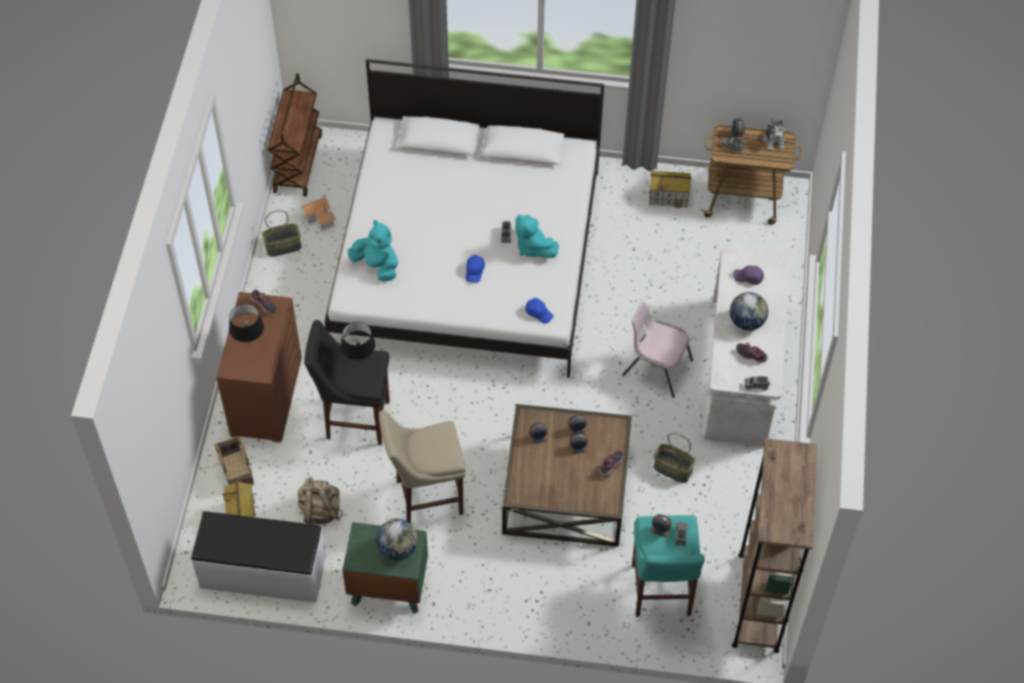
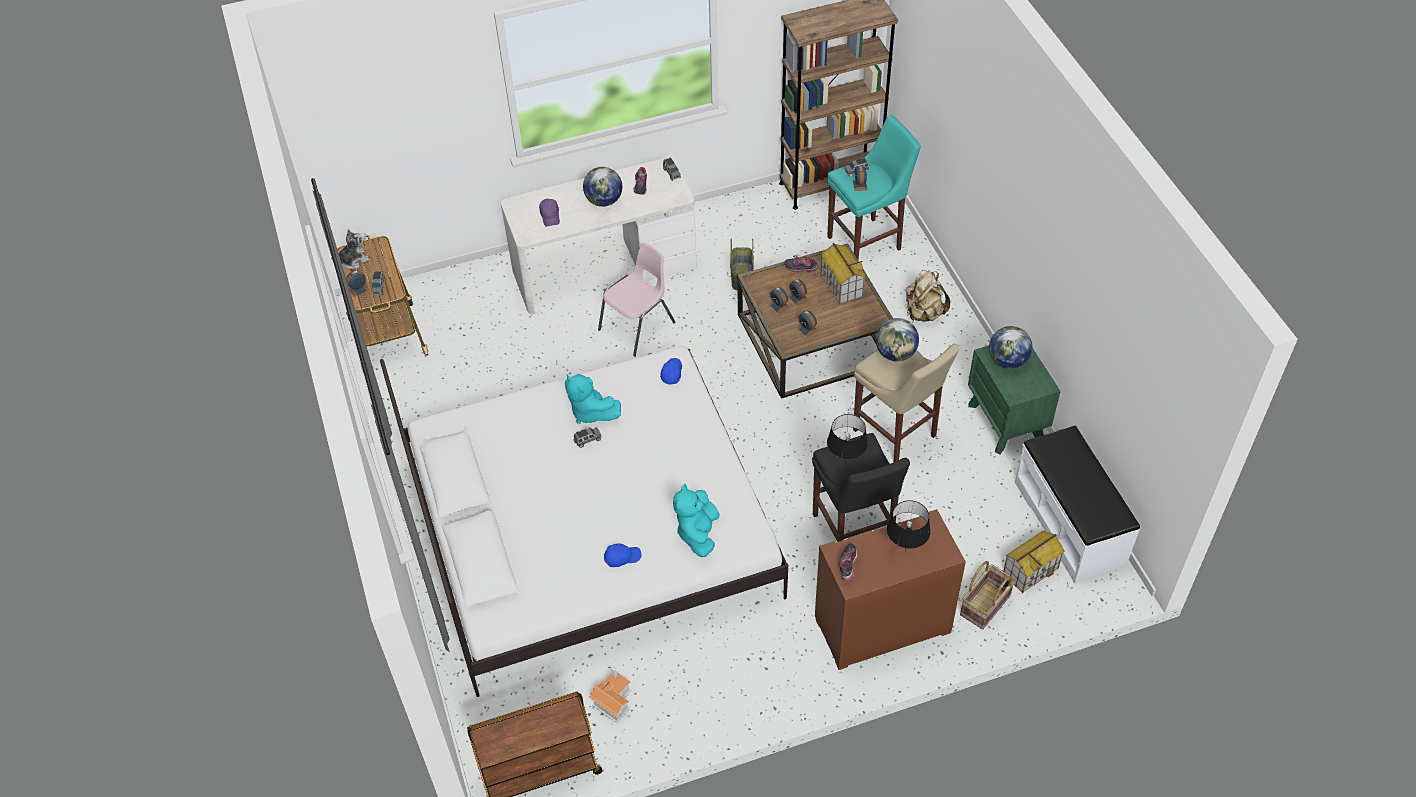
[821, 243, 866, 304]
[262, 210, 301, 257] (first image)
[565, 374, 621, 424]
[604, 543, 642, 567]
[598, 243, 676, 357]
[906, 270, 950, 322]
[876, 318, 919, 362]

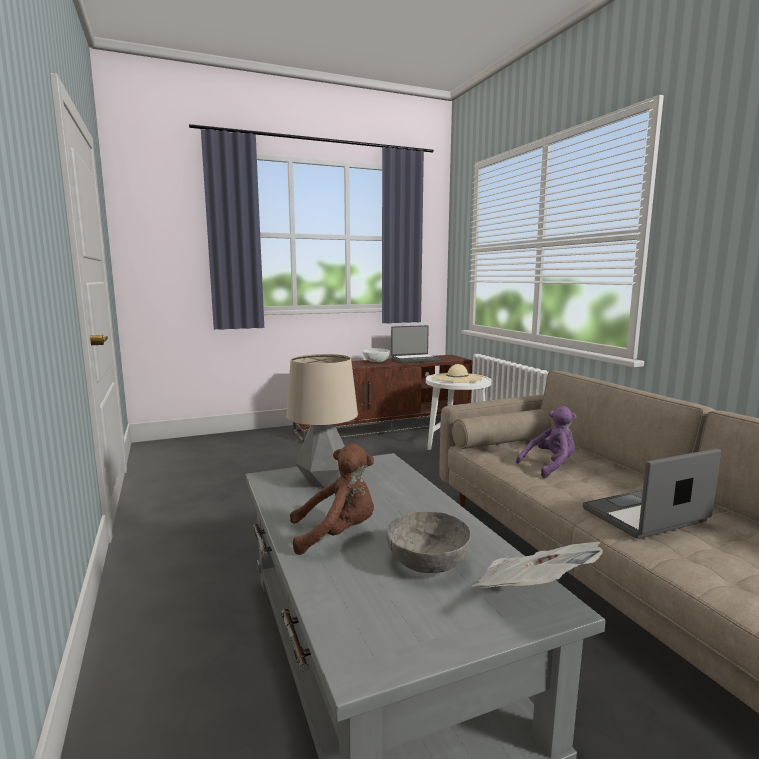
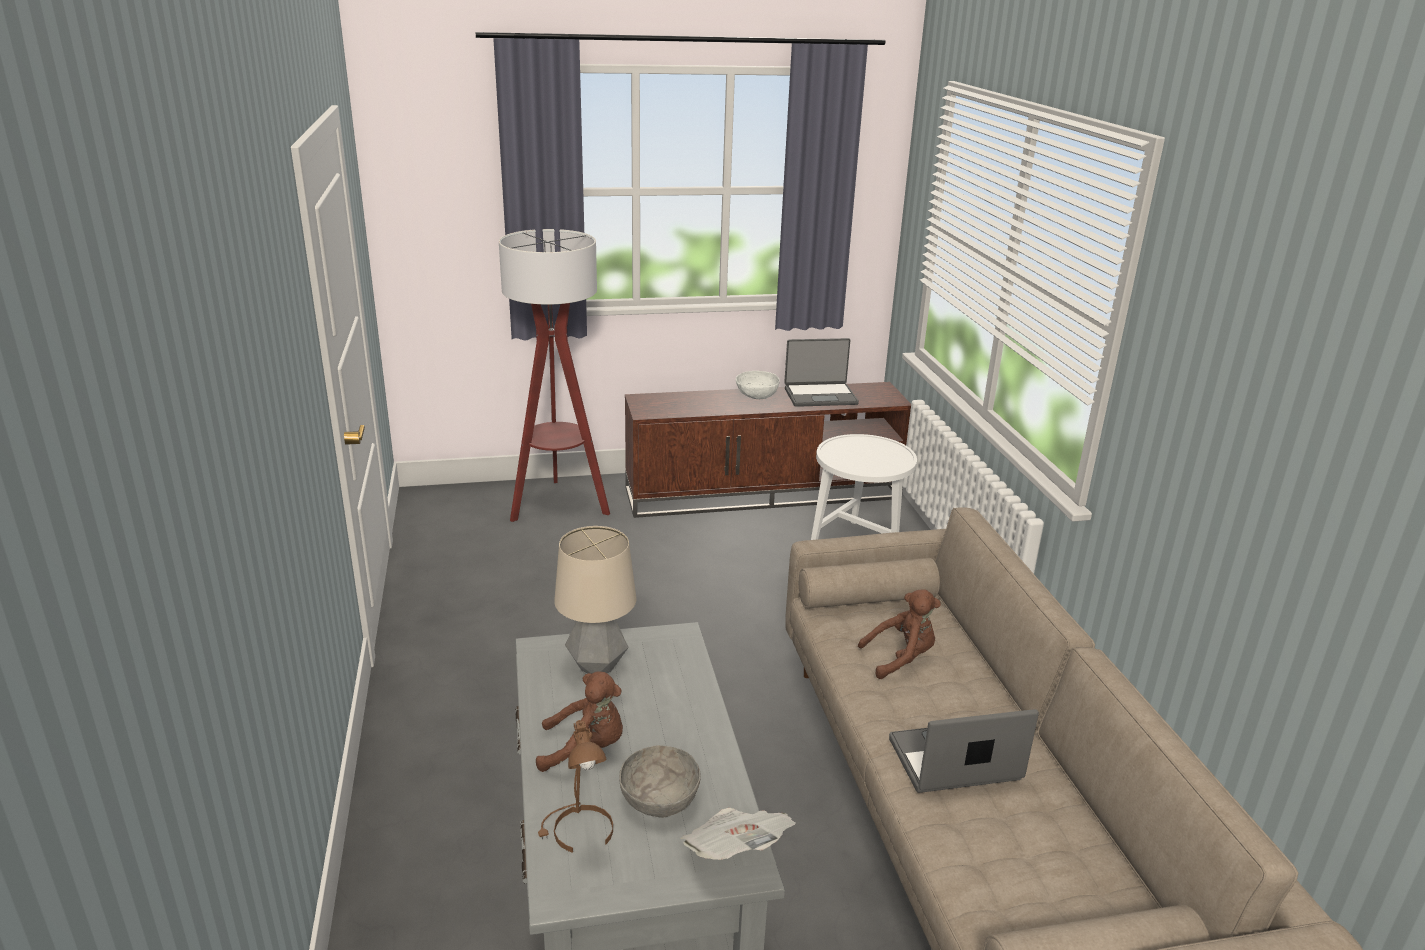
[433, 364, 482, 383] (first image)
[858, 589, 941, 679]
[499, 229, 610, 522]
[538, 720, 613, 853]

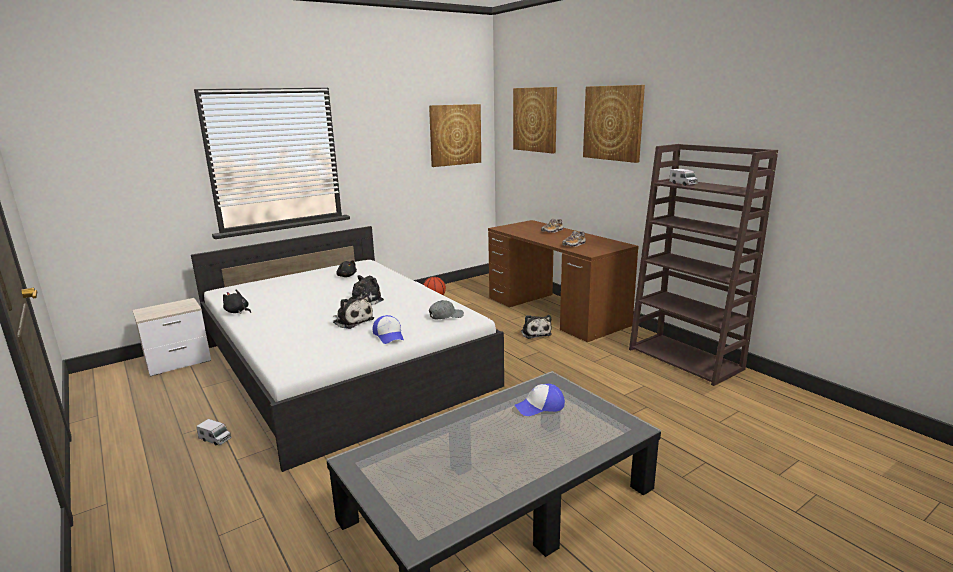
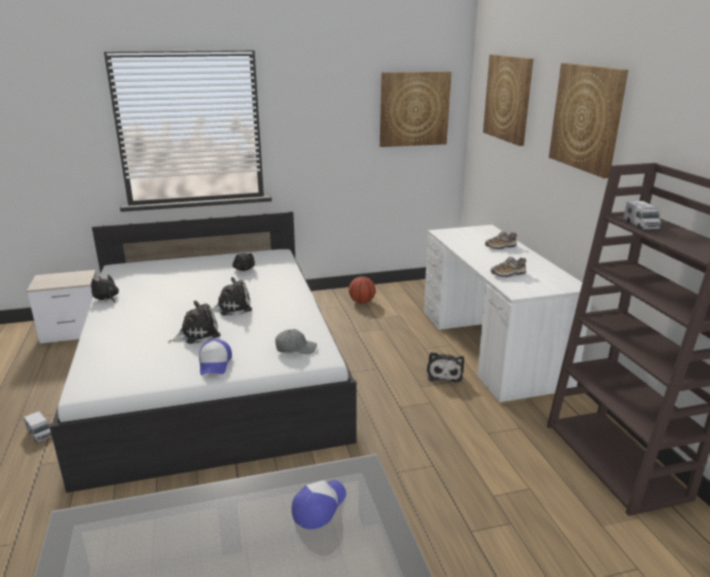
[424, 225, 593, 402]
[168, 301, 220, 344]
[292, 480, 346, 529]

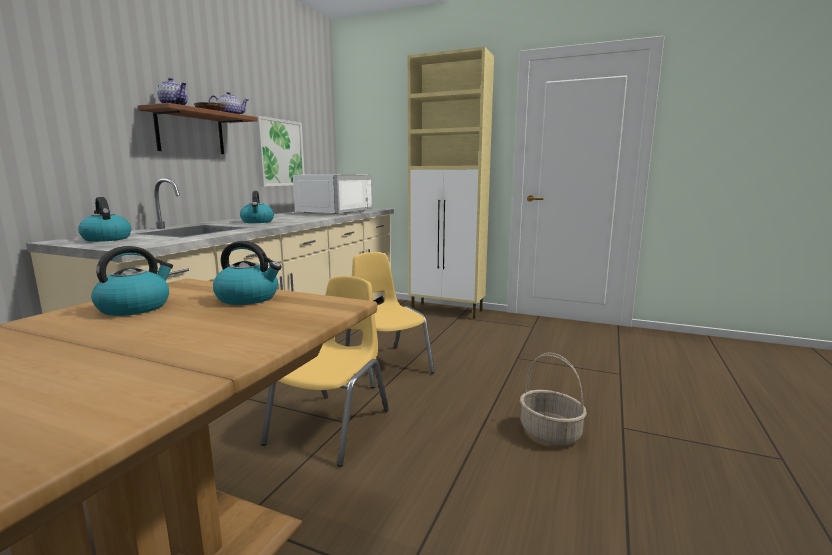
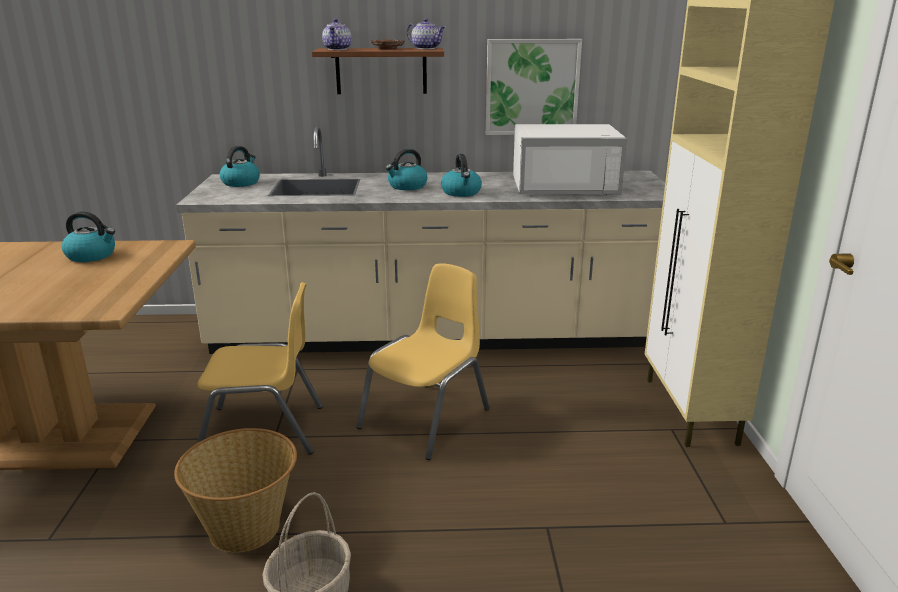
[441, 154, 482, 197]
[174, 428, 297, 553]

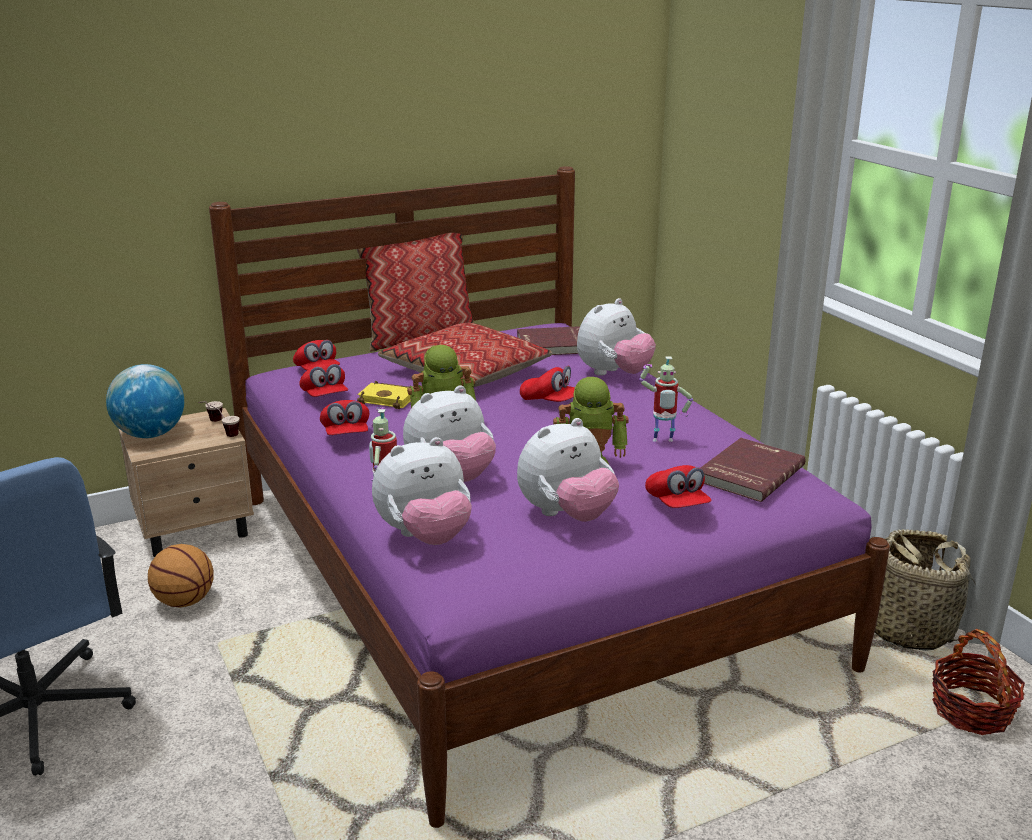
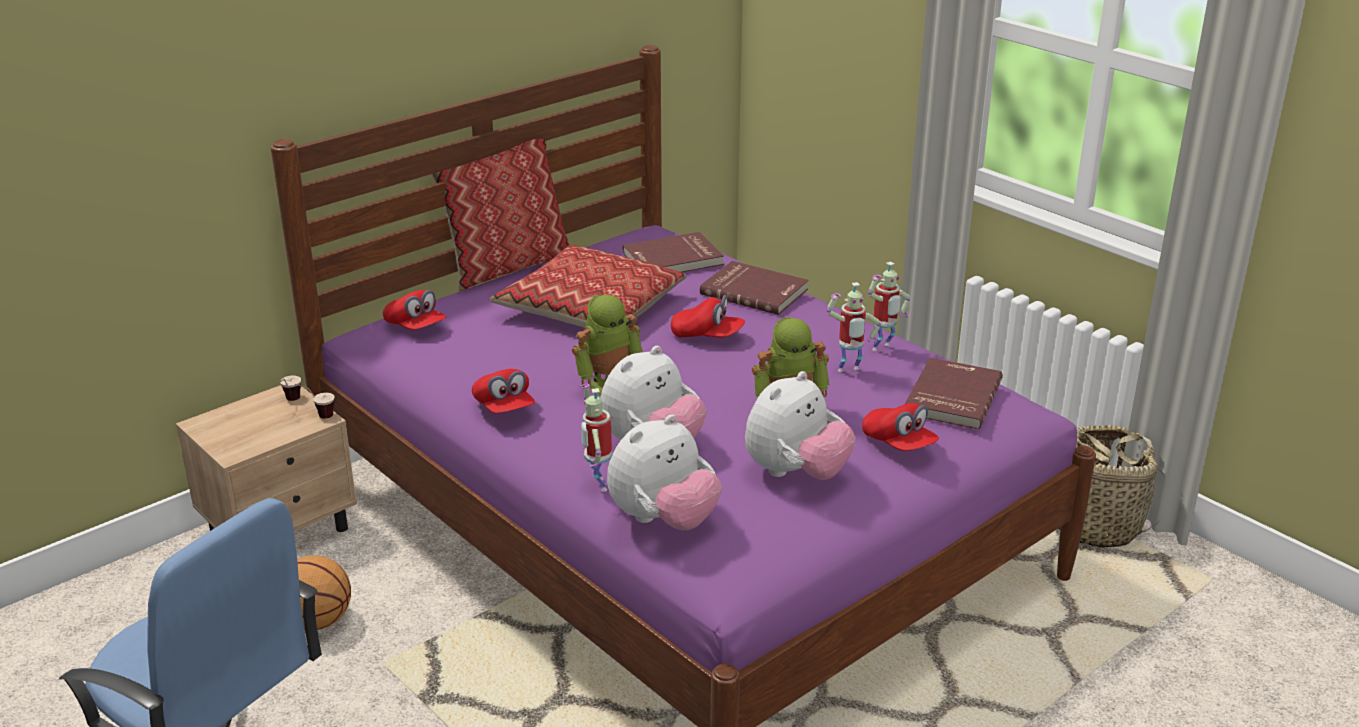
[700, 261, 809, 315]
[106, 364, 184, 438] (first image)
[299, 364, 348, 397] (first image)
[357, 381, 411, 409] (first image)
[932, 629, 1025, 735] (first image)
[868, 261, 910, 351]

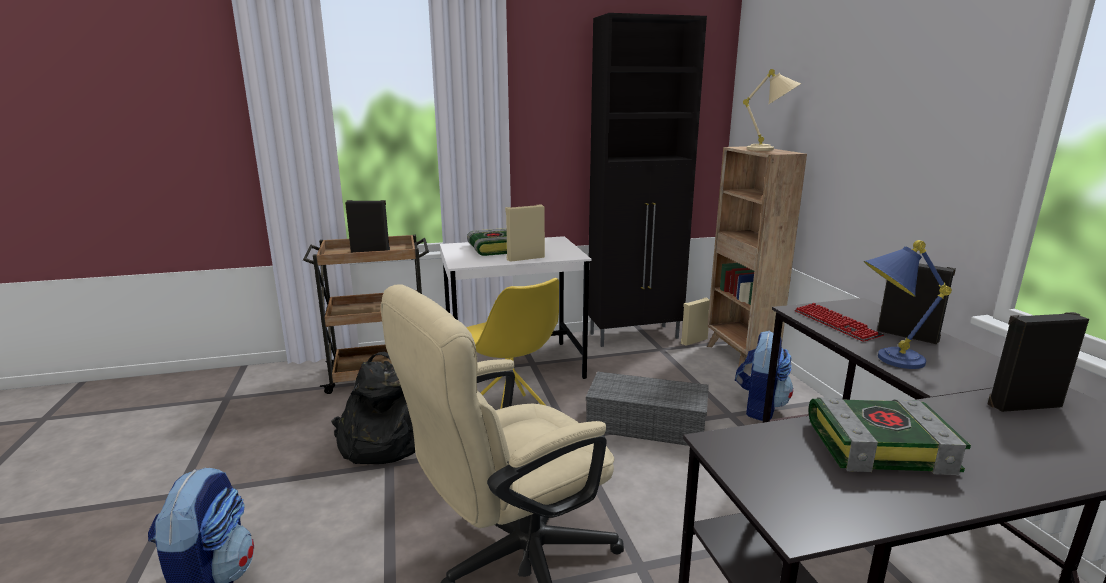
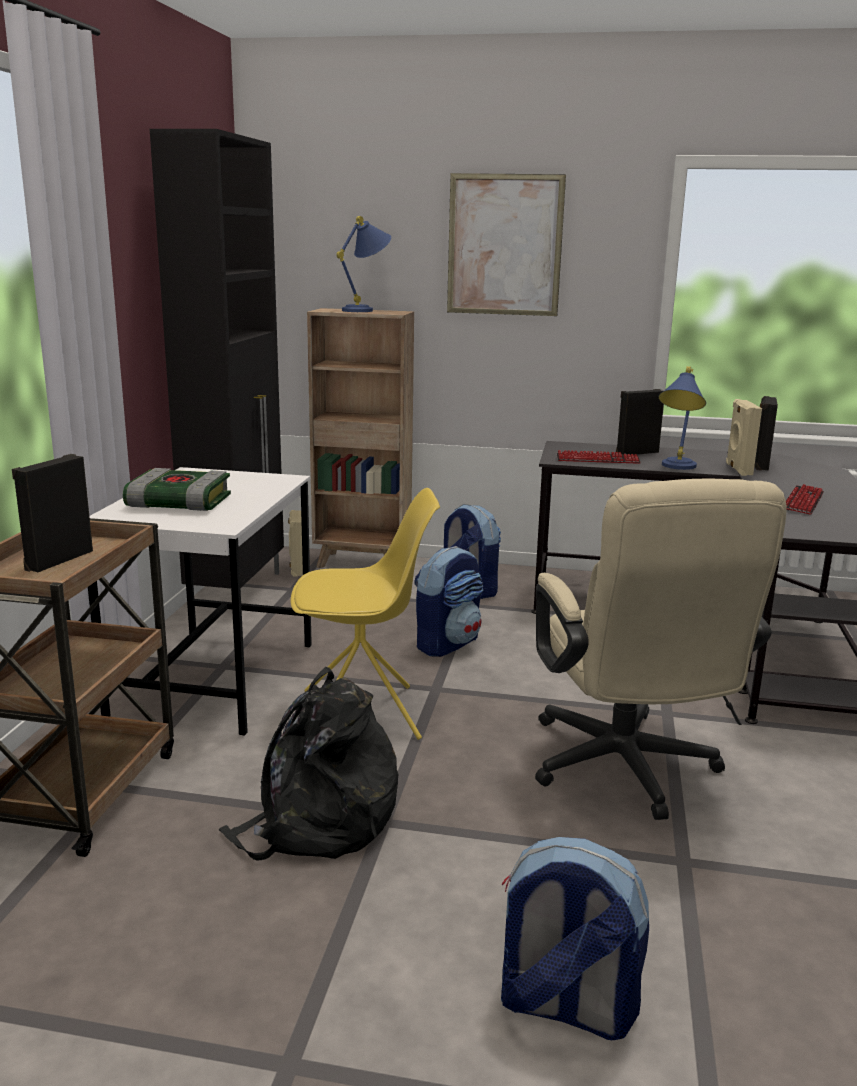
[336, 216, 391, 312]
[726, 399, 762, 476]
[414, 546, 484, 657]
[786, 484, 824, 515]
[447, 173, 566, 316]

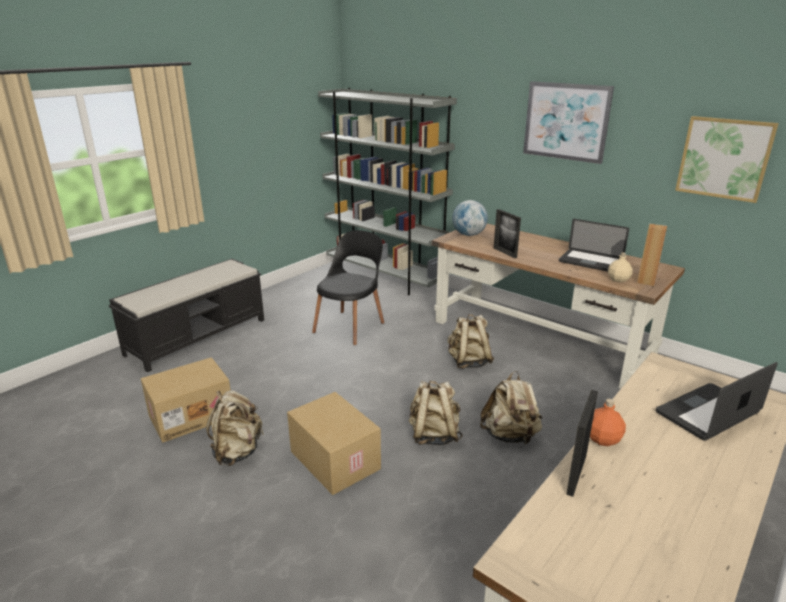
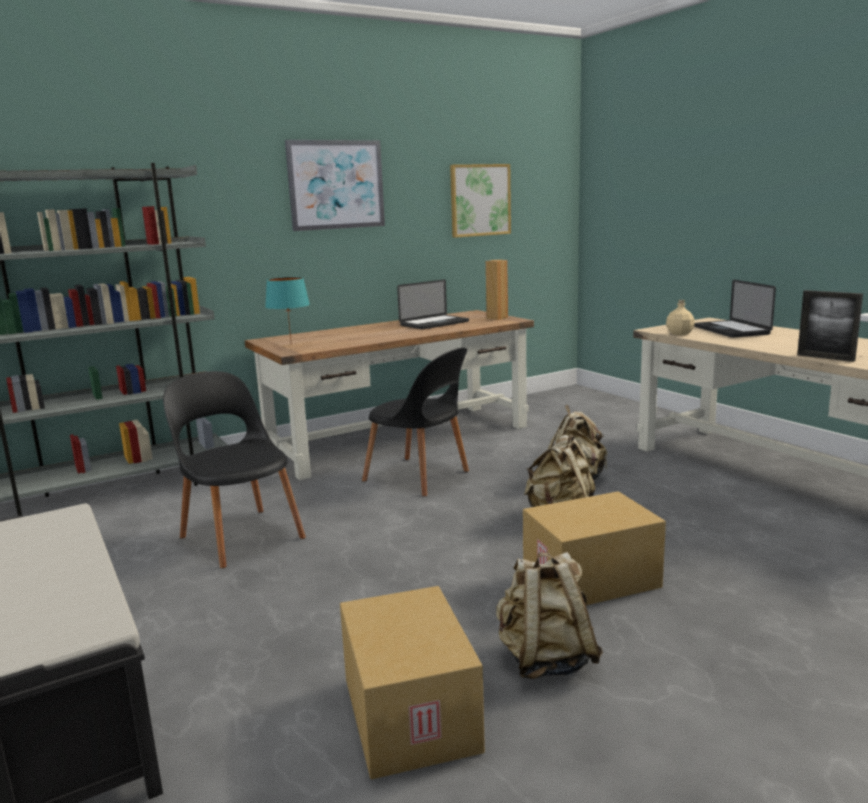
[265, 277, 310, 345]
[494, 209, 521, 258] (first image)
[666, 300, 695, 335]
[362, 347, 469, 497]
[590, 399, 626, 446] (first image)

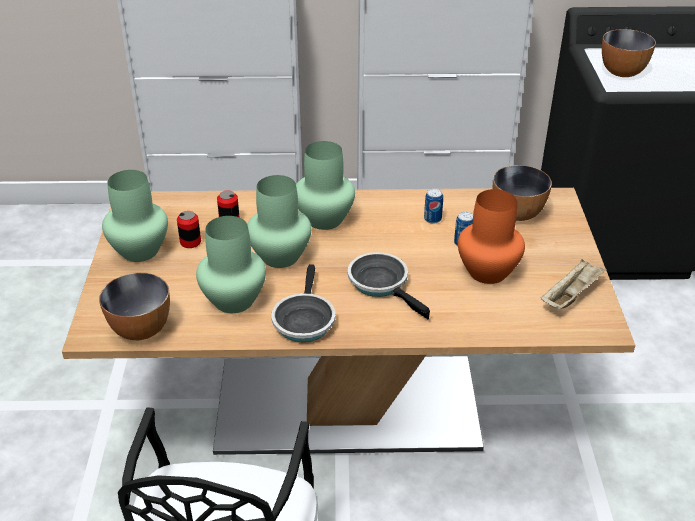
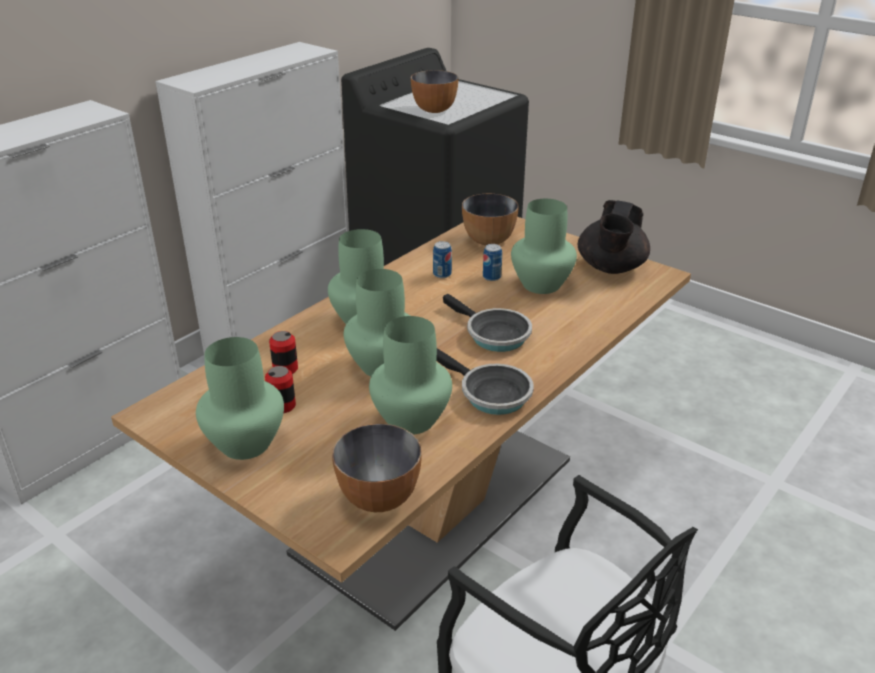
[511, 199, 577, 294]
[443, 294, 532, 352]
[578, 200, 650, 274]

